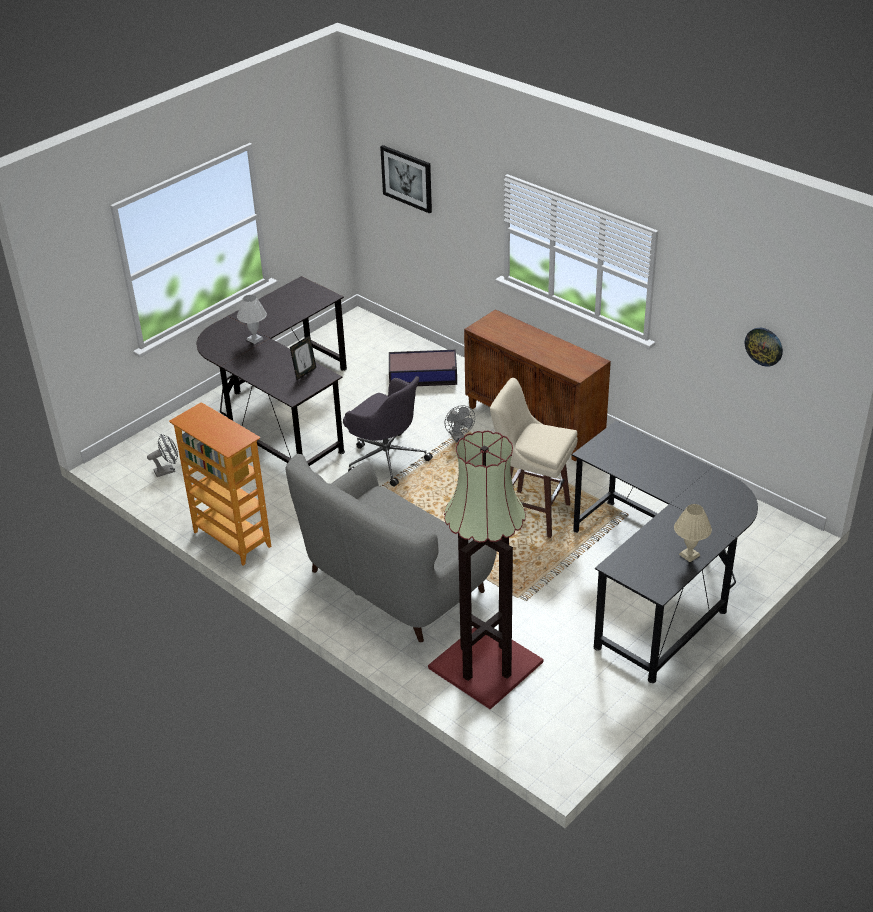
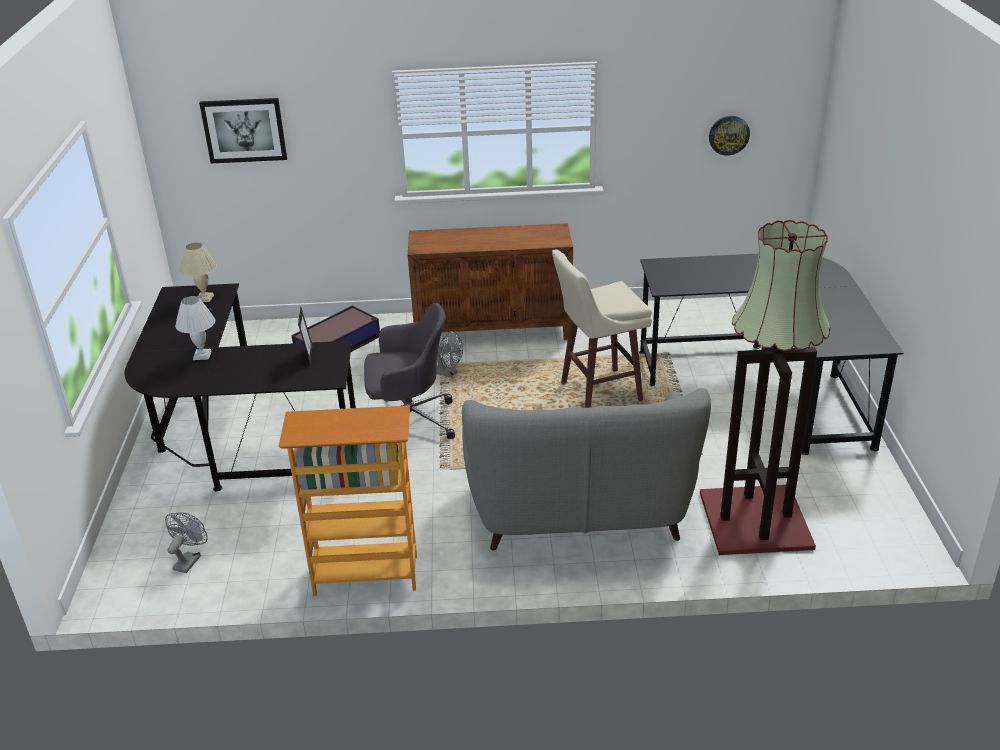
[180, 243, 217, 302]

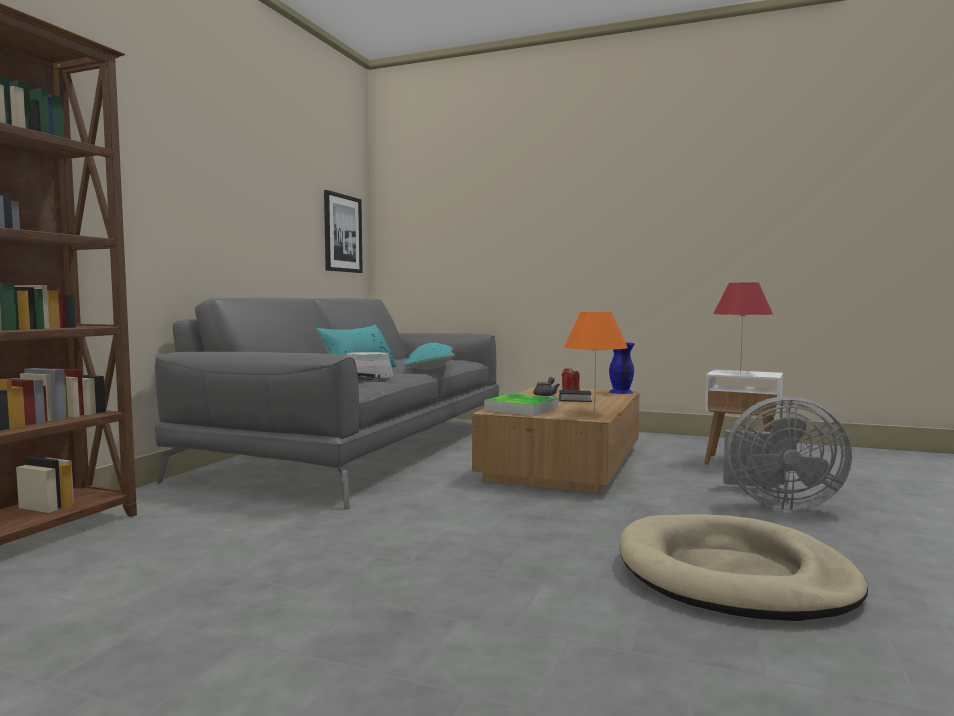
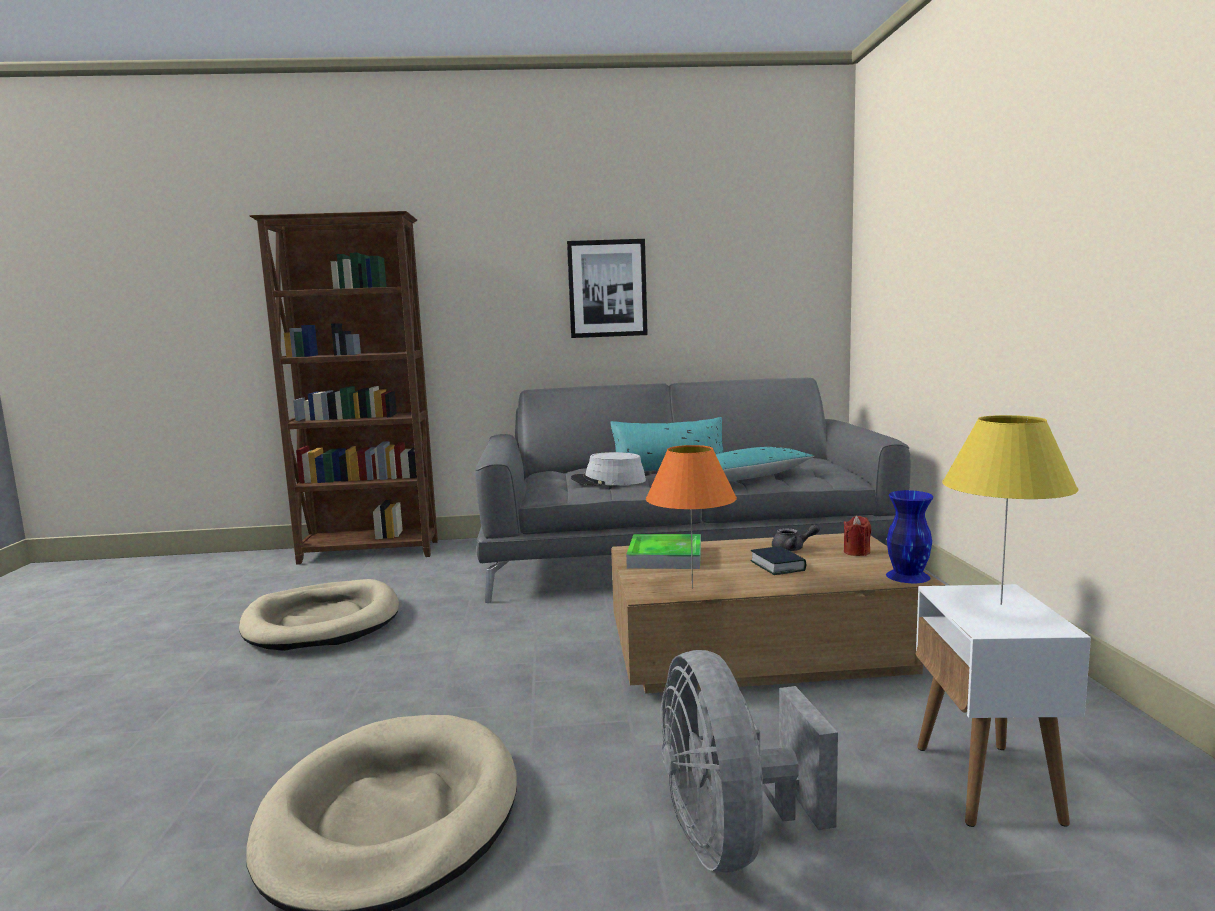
[567, 239, 648, 338]
[942, 415, 1078, 605]
[239, 579, 399, 651]

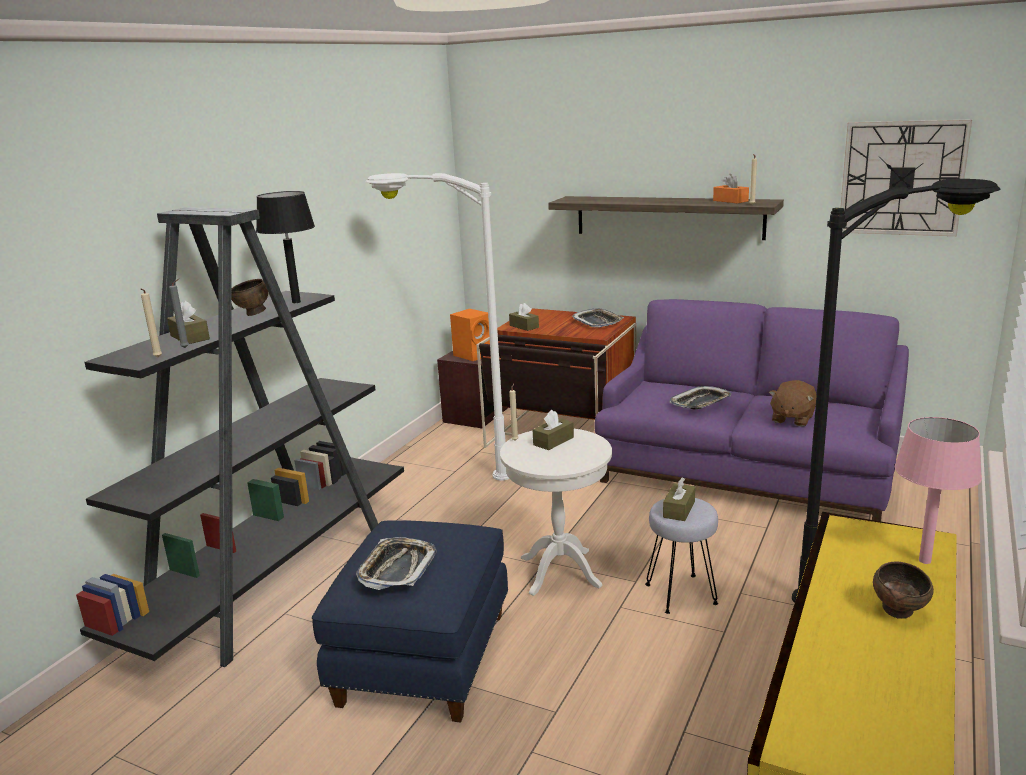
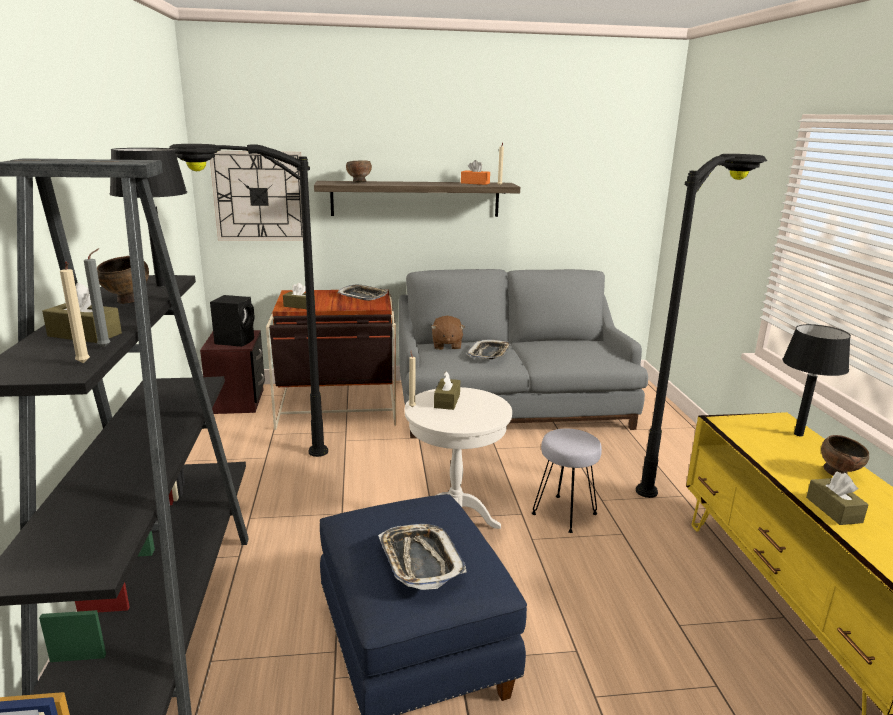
[210, 151, 303, 241]
[170, 144, 328, 457]
[399, 269, 648, 438]
[210, 295, 254, 347]
[431, 316, 465, 350]
[782, 324, 851, 436]
[806, 471, 869, 525]
[346, 161, 372, 183]

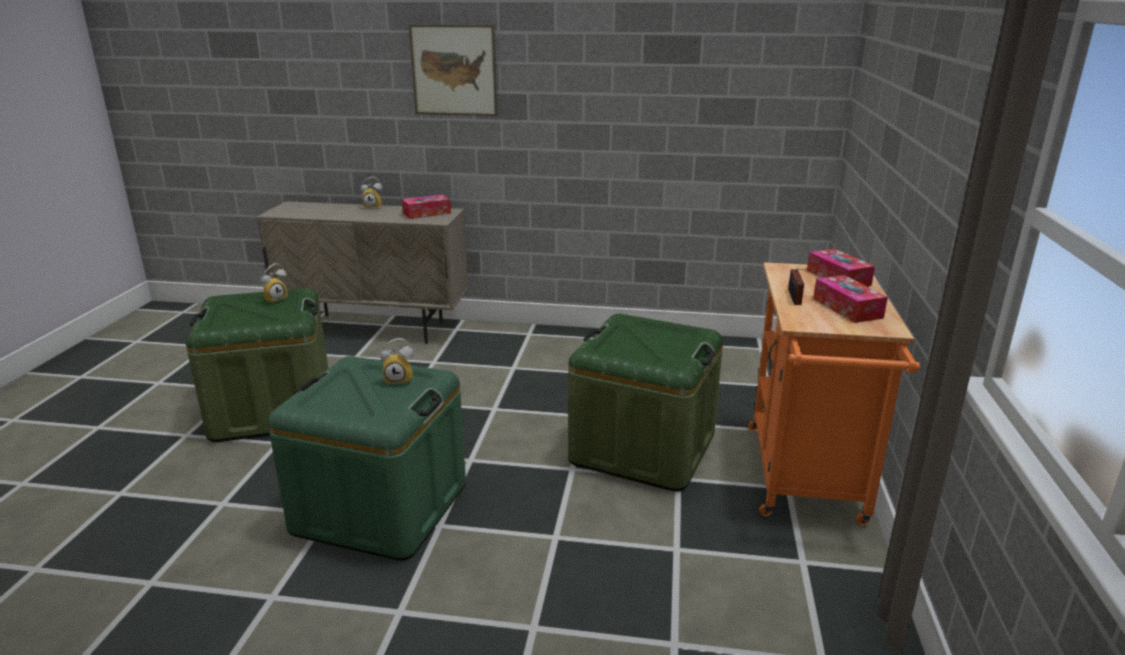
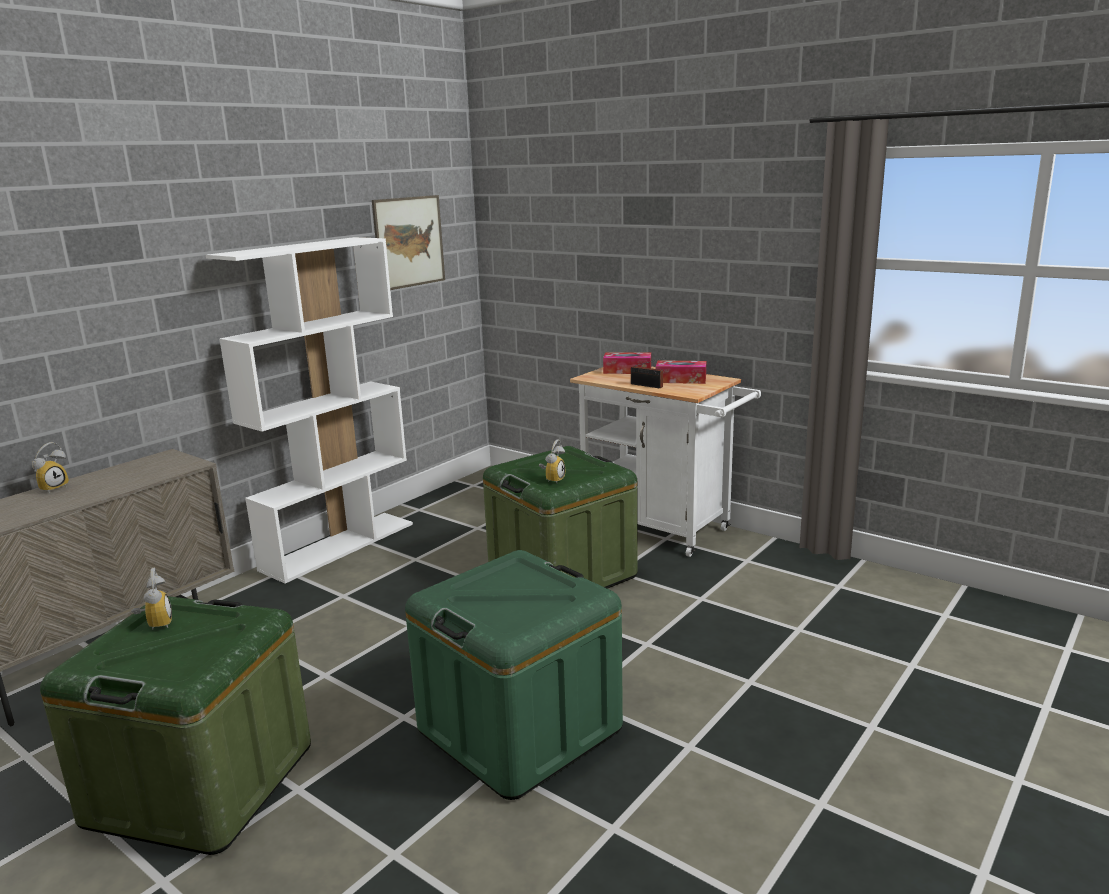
[372, 195, 445, 290]
[402, 194, 451, 219] (first image)
[570, 366, 761, 557]
[539, 440, 565, 483]
[206, 237, 413, 583]

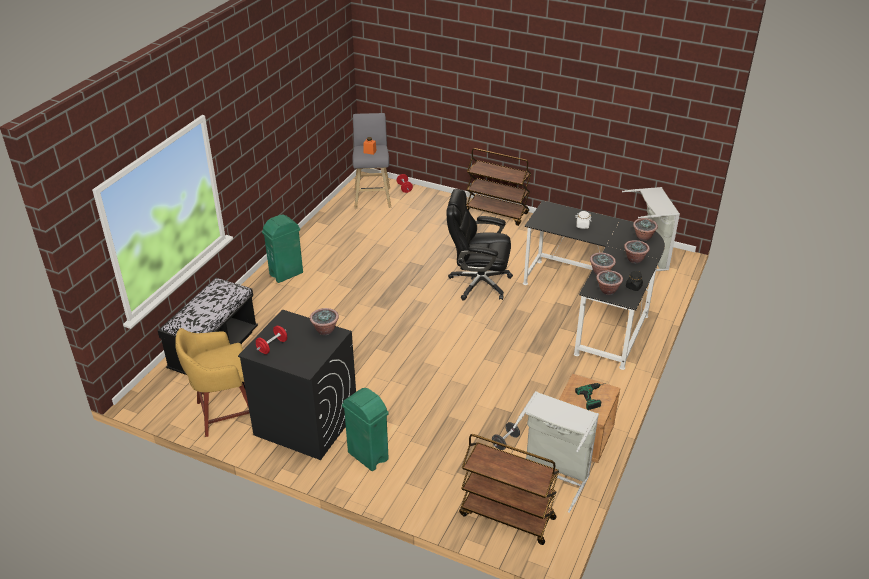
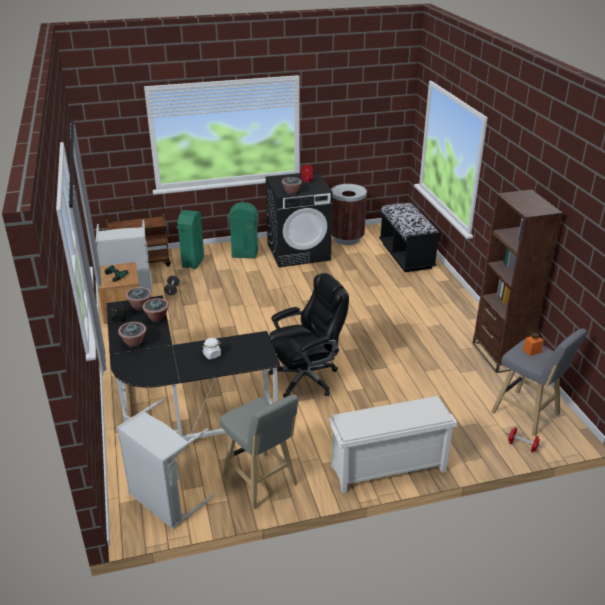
[328, 396, 457, 493]
[177, 210, 204, 269]
[633, 218, 658, 241] (first image)
[331, 184, 367, 245]
[473, 189, 563, 373]
[220, 394, 298, 510]

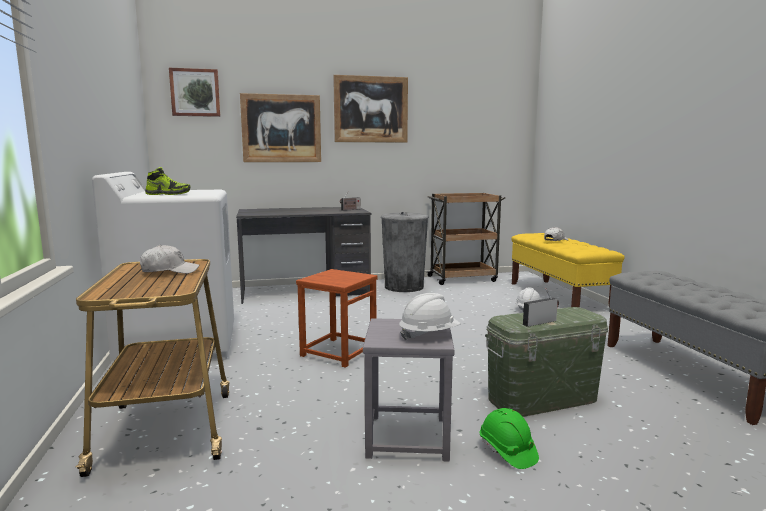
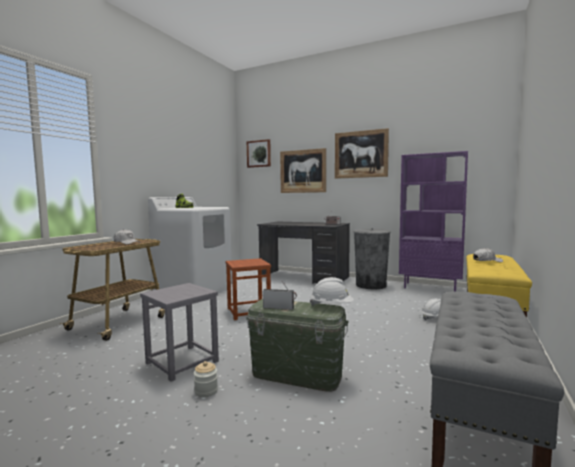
[399, 151, 468, 291]
[310, 277, 354, 306]
[194, 361, 218, 397]

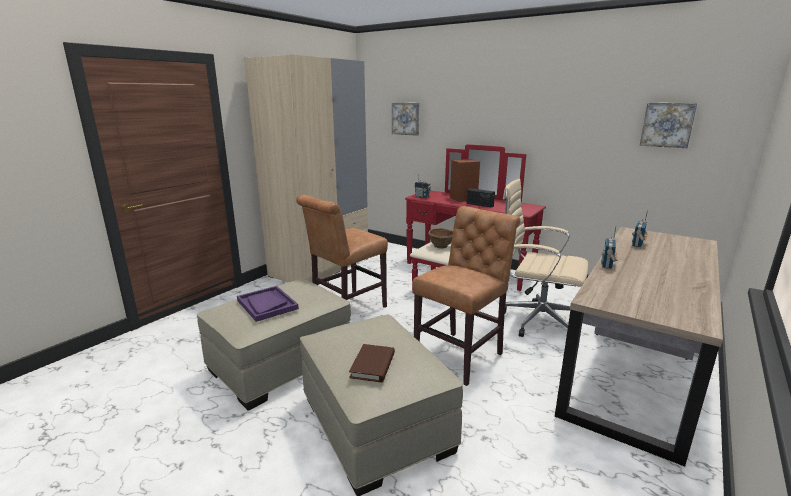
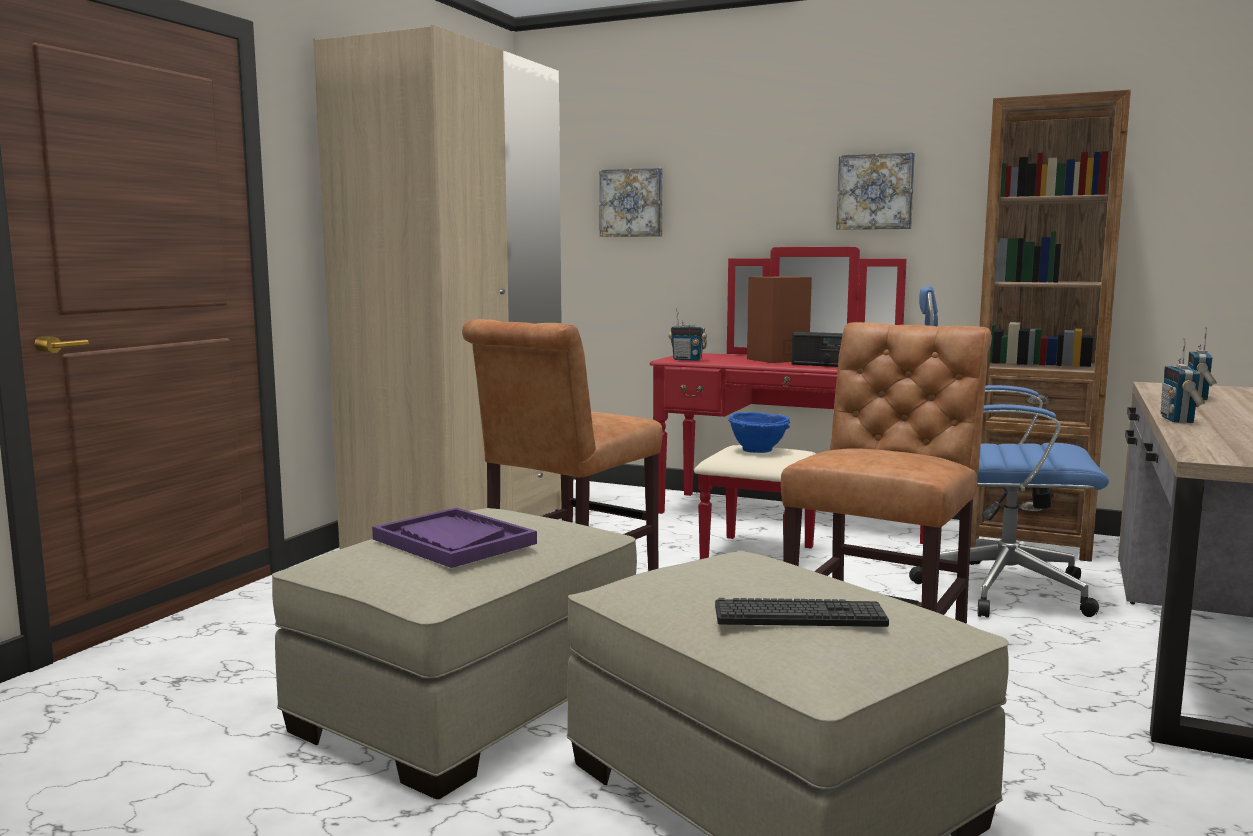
[836, 152, 915, 230]
[909, 286, 1109, 617]
[728, 412, 790, 453]
[715, 598, 889, 627]
[970, 90, 1131, 562]

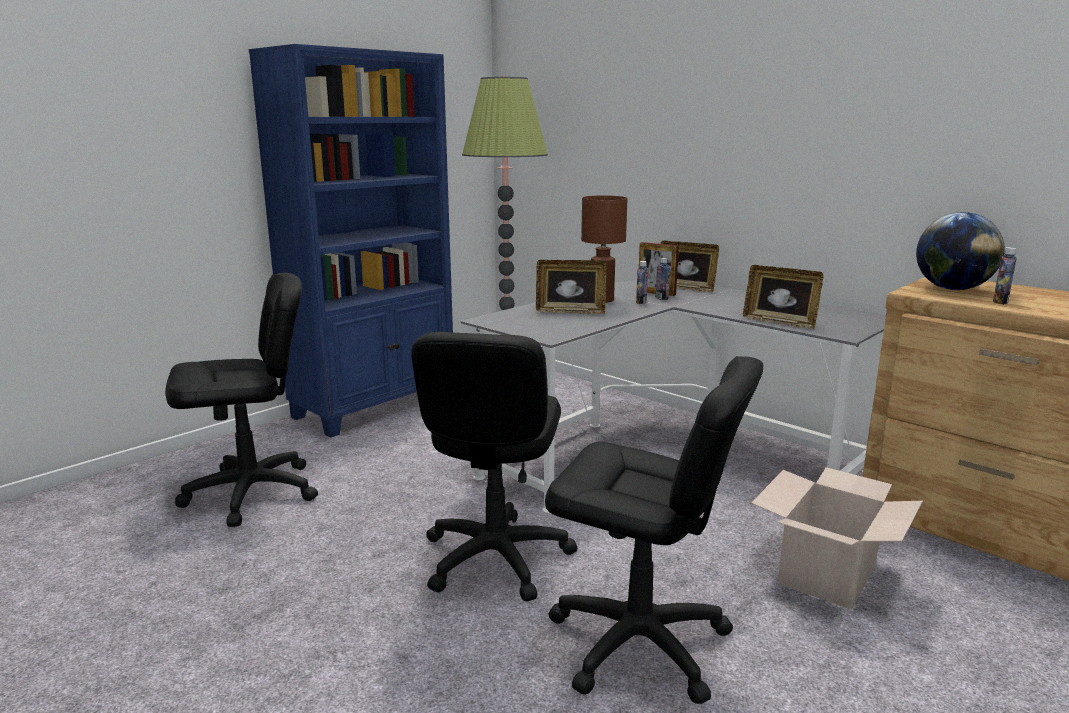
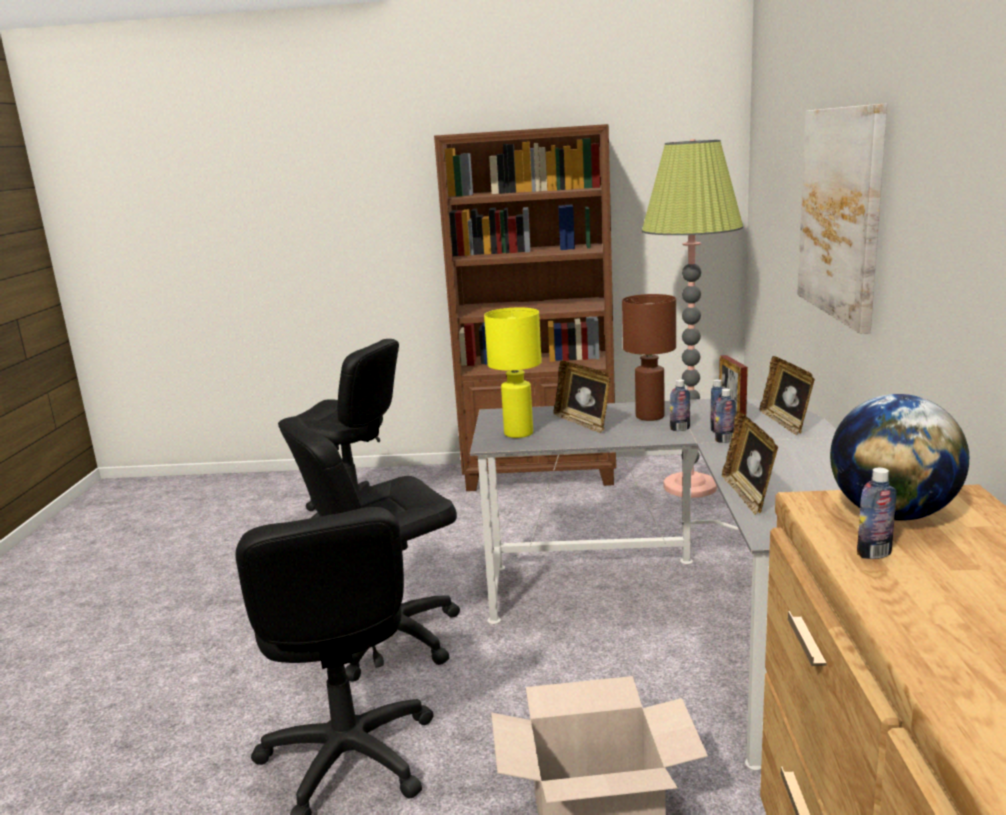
[434, 124, 616, 491]
[797, 104, 887, 334]
[484, 307, 542, 438]
[715, 389, 736, 443]

